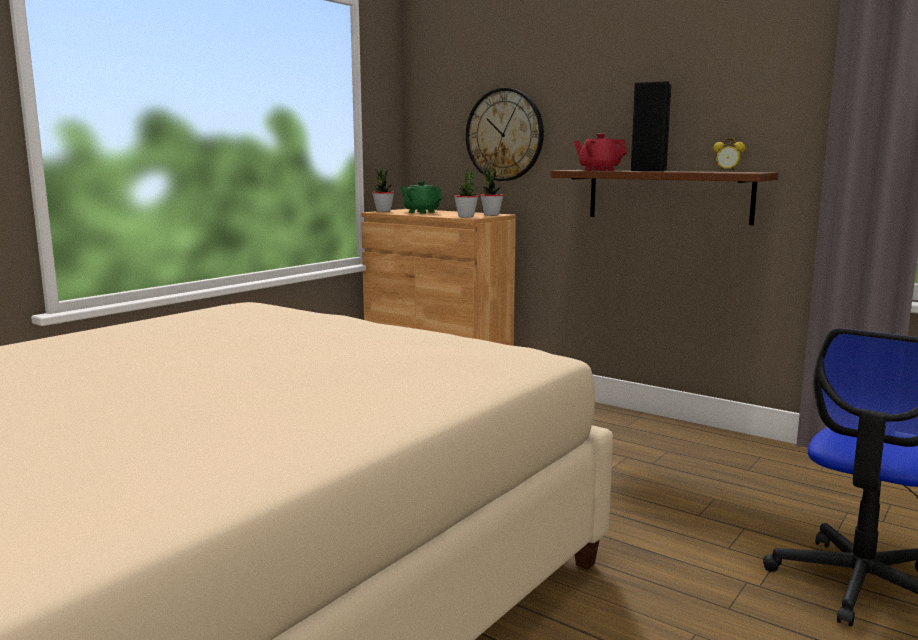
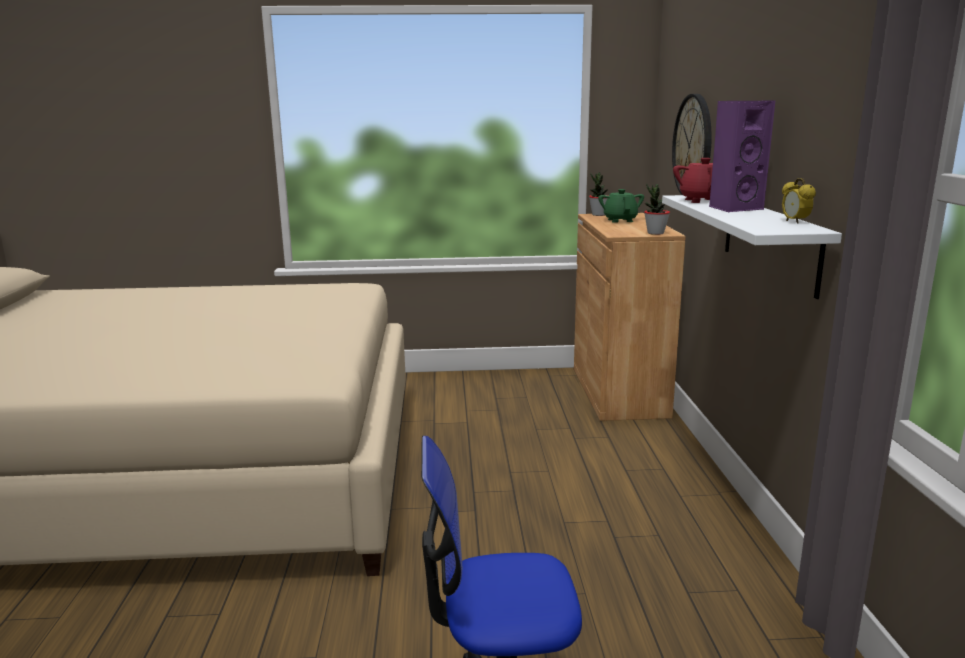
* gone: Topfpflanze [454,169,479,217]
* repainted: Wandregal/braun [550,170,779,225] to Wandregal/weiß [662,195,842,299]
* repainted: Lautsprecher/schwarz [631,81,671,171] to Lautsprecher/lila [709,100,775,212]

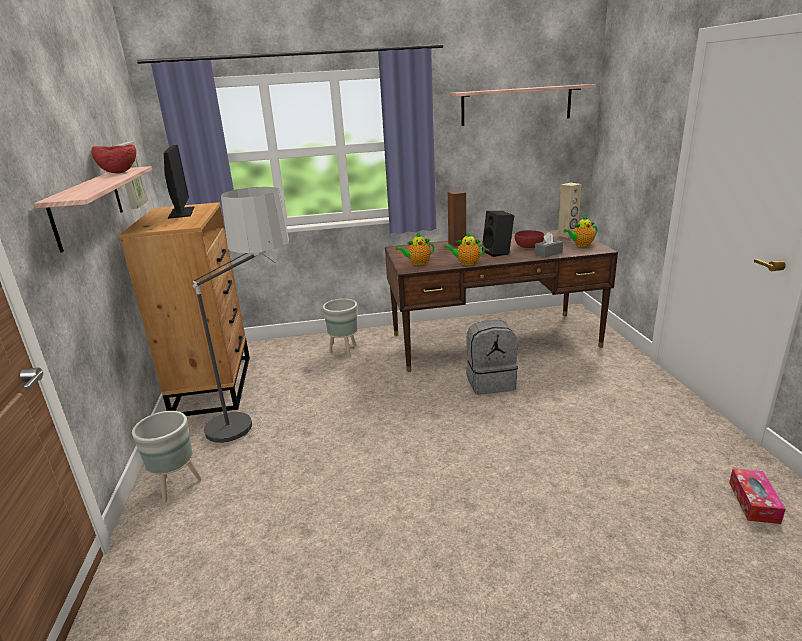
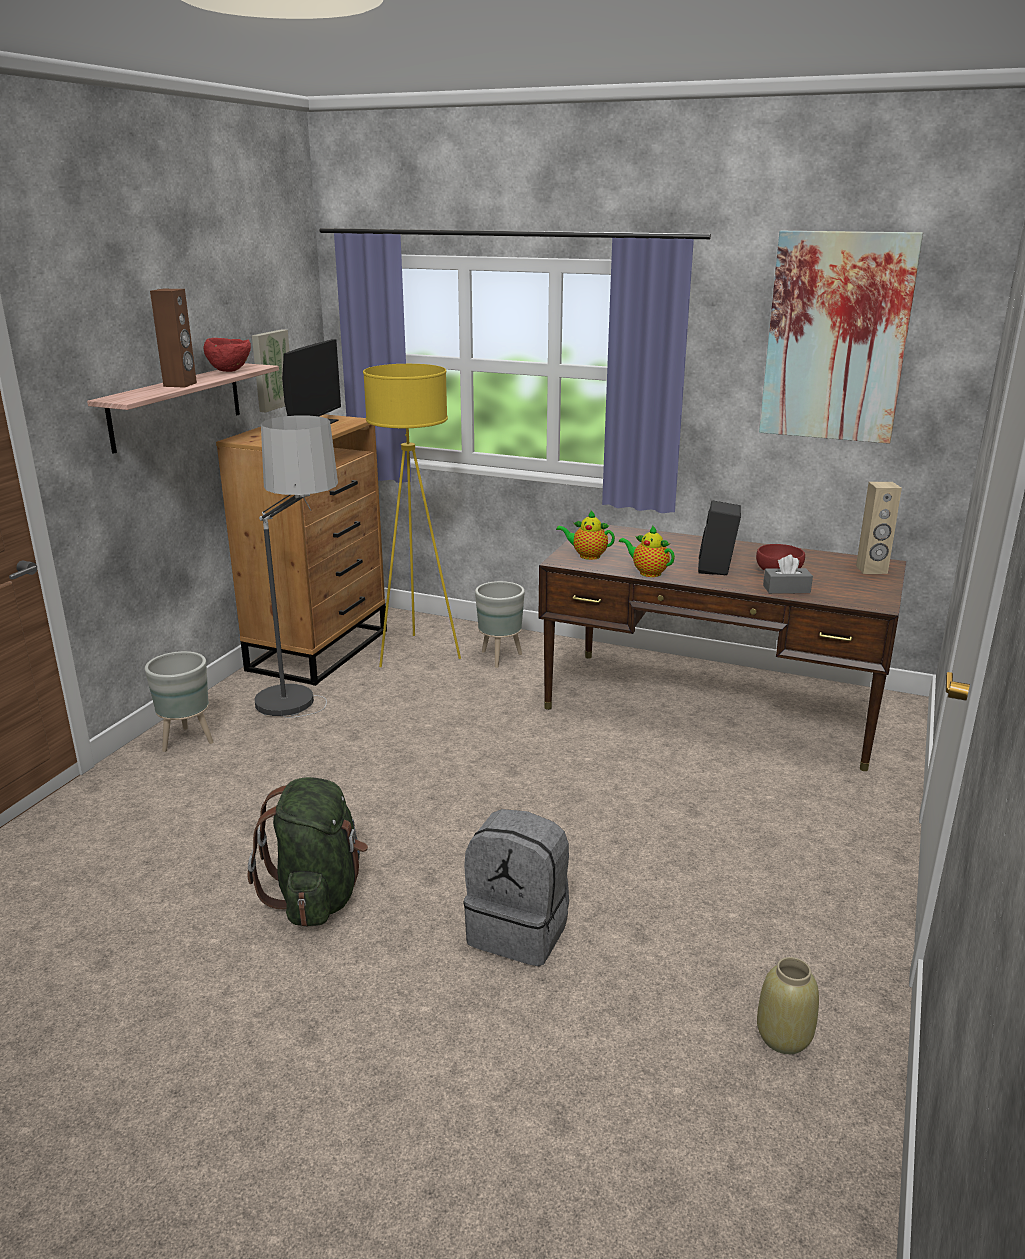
* shifted: Lautsprecher/braun [448,190,466,247] to [150,289,197,388]
* swapped: Wandregal [450,84,595,126] to Bild [759,231,923,444]
* shifted: Rucksack/grau [466,320,518,395] to [463,809,569,966]
* gone: Teekanne [564,215,598,247]
* swapped: Taschentuchbox [729,469,786,524] to Vase/beige [757,957,819,1054]
* new: Rucksack/grün [248,777,368,927]
* new: Stehlampe/gelb [363,364,461,667]

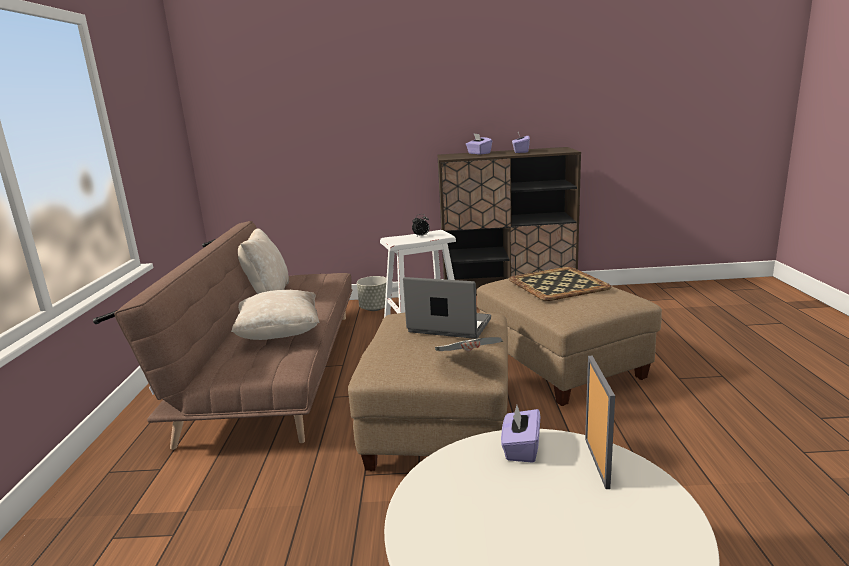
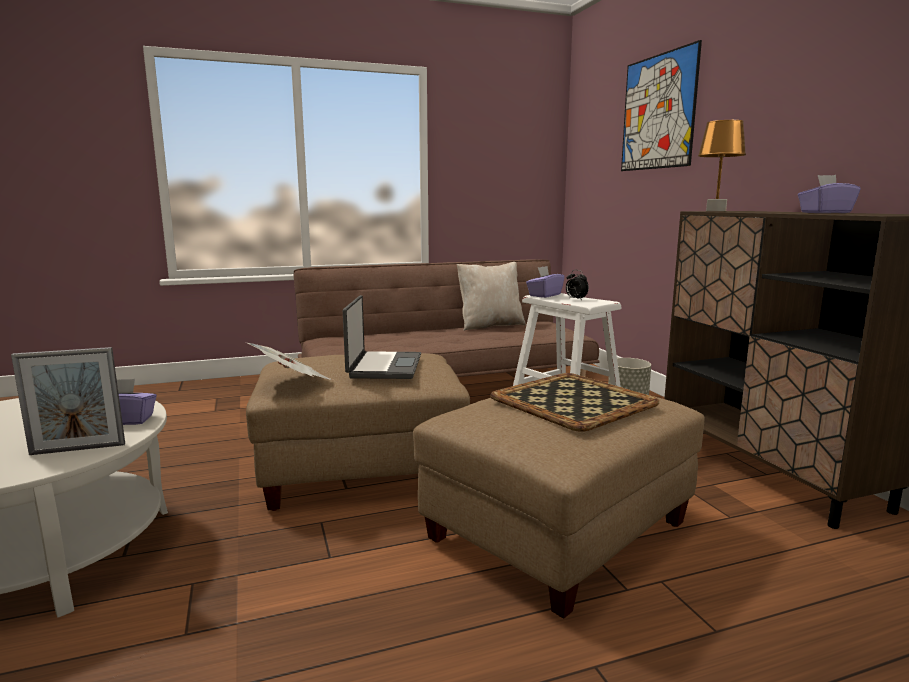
* gone: Kissen/beige [231,290,319,340]
* shifted: Taschentuchbox/lila [466,133,492,155] to [526,266,564,298]
* new: Bild [621,40,702,171]
* new: Tischlampe/braun [698,120,746,211]

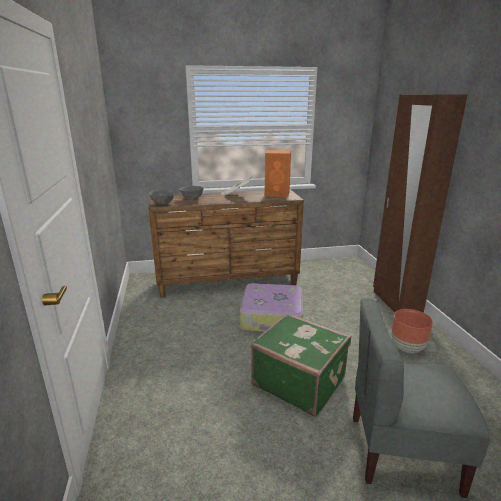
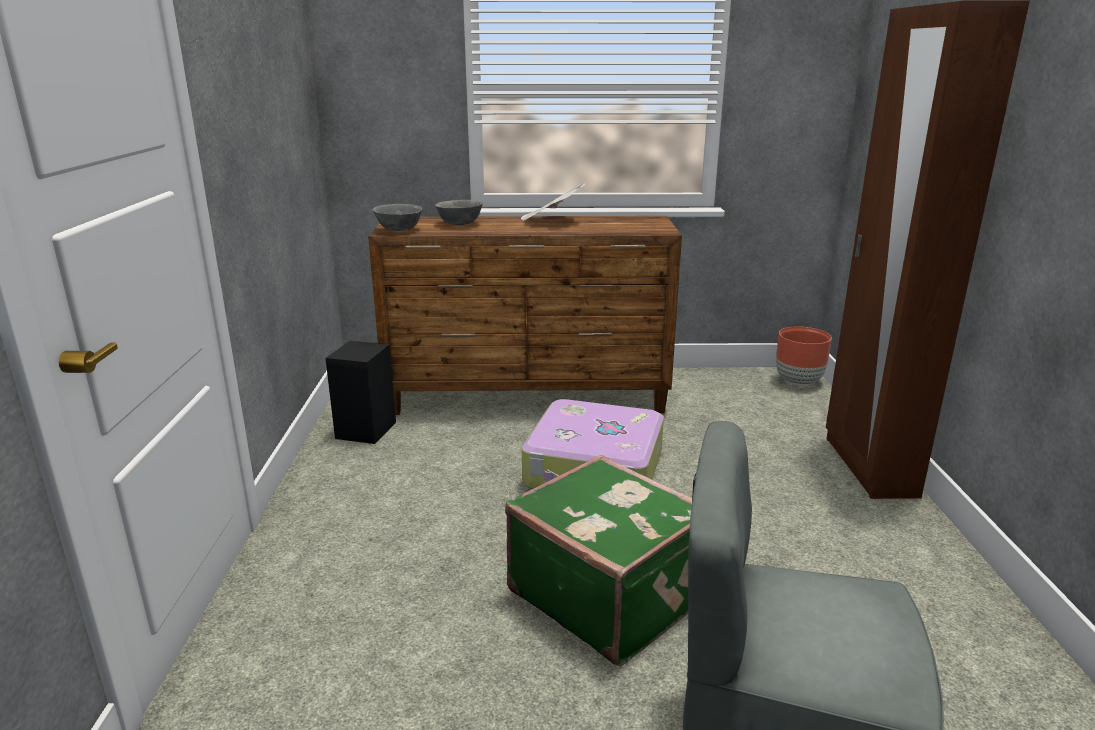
* gone: Lautsprecher/orange [265,150,291,197]
* shifted: Pflanzkübel/braun [391,309,433,353] to [776,327,832,385]
* new: Lautsprecher/schwarz [325,341,396,444]

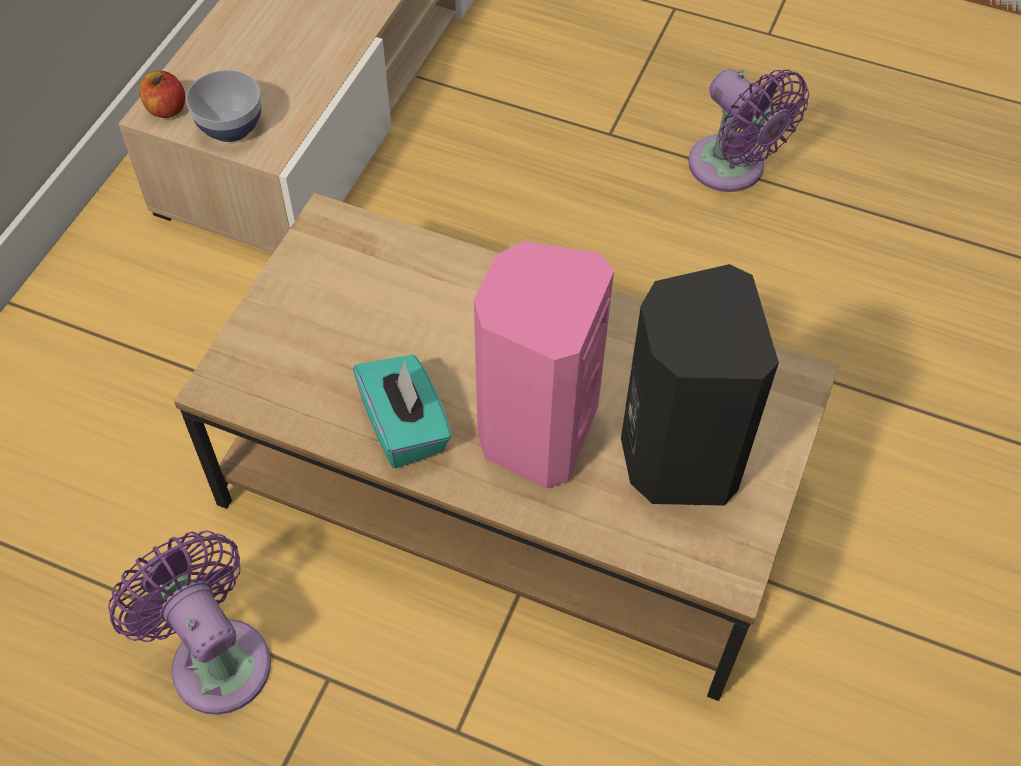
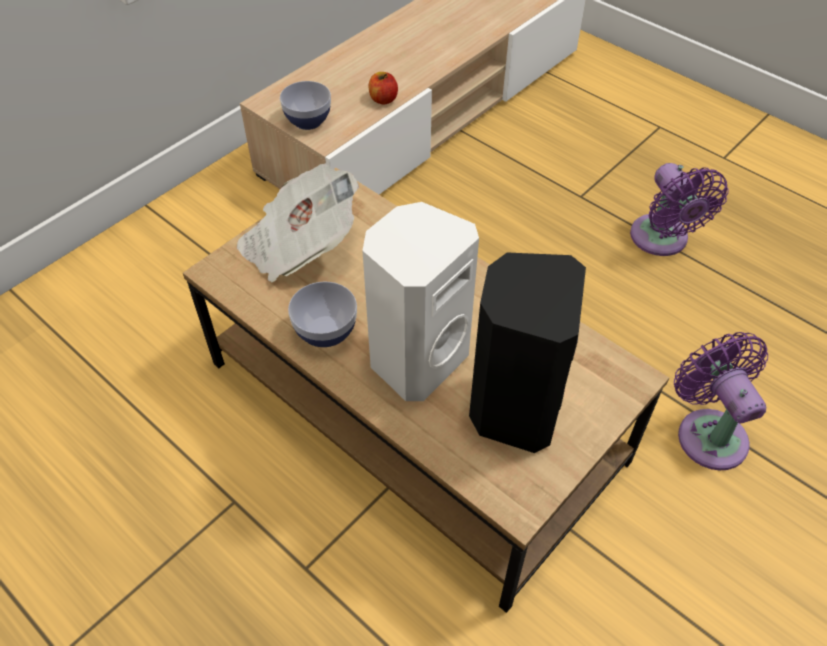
* shifted: Ventilator/lila [108,530,271,715] to [674,332,768,471]
* shifted: Apfel [139,71,185,118] to [369,72,398,104]
* swapped: Taschentuchbox/türkis [353,355,452,468] to Schüssel [288,282,357,347]
* repainted: Lautsprecher/rosa [474,241,614,488] to Lautsprecher/weiß [362,202,479,401]
* new: Zeitung [237,164,359,282]

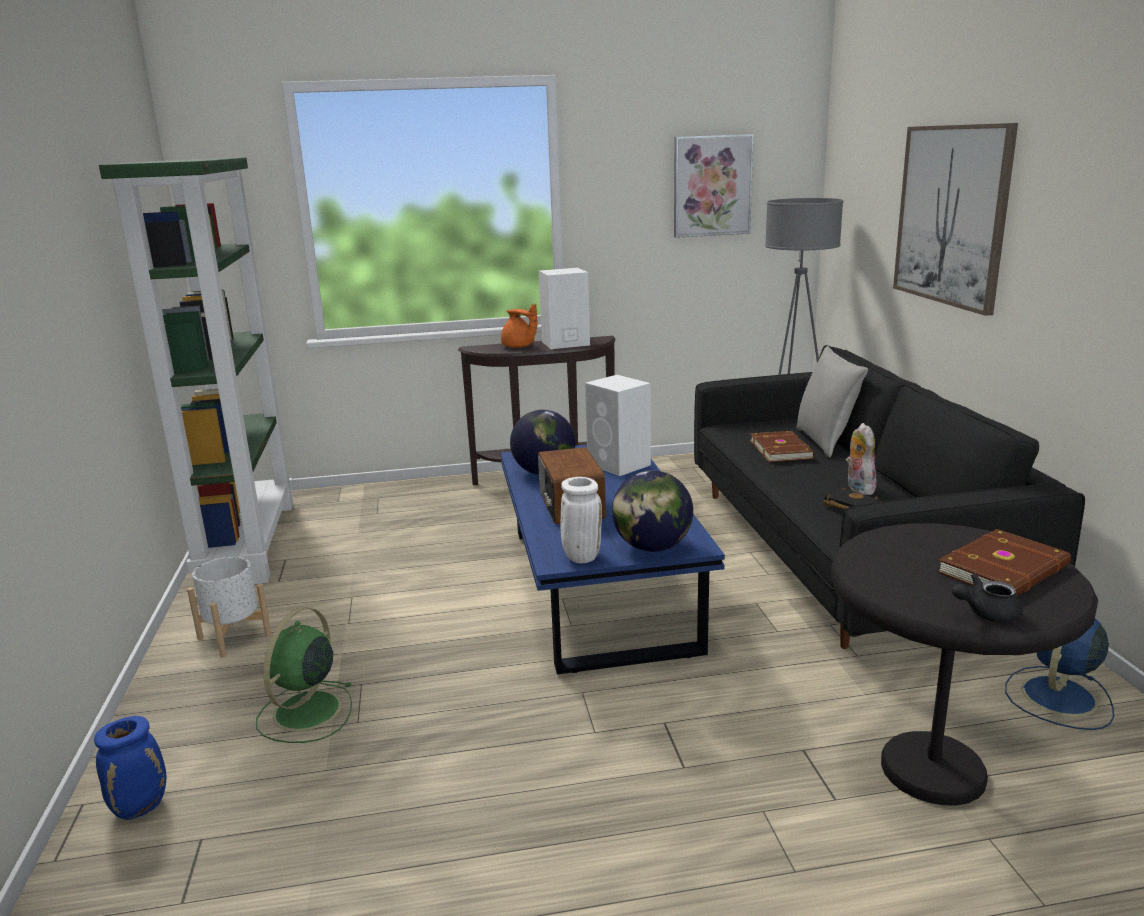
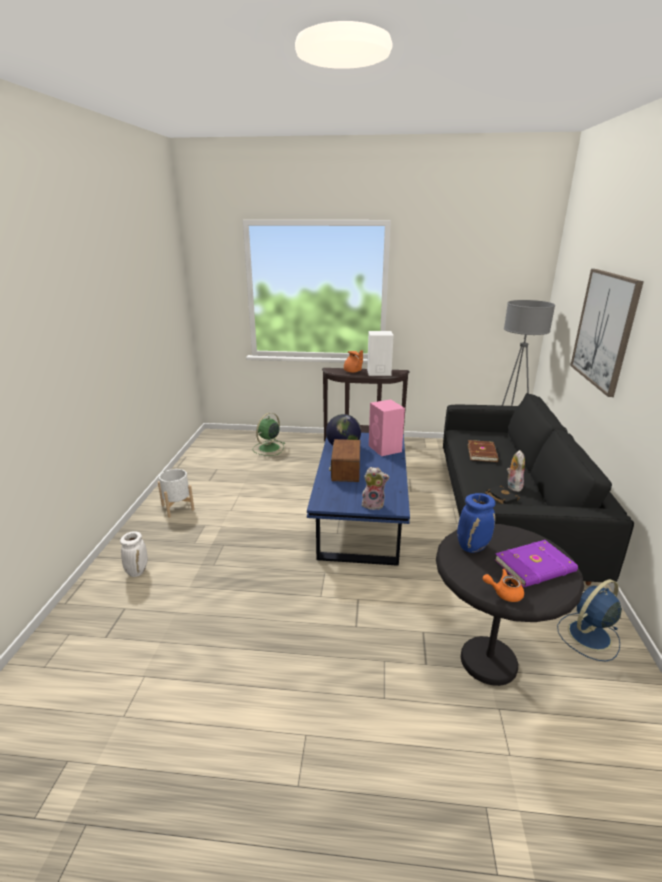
* shifted: Vase/blau [94,716,166,820] to [457,493,495,553]
* gone: Bücherregal/grün [99,157,294,584]
* shifted: Ventilator/grün [256,607,352,743] to [253,413,285,456]
* shifted: Vase/weiß [561,477,602,564] to [120,531,148,577]
* repainted: Lautsprecher/weiß [585,375,651,476] to Lautsprecher/rosa [369,399,405,456]
* swapped: Globus [612,470,693,552] to Plüschtier [362,467,390,510]
* gone: Bild [674,134,754,238]
* gone: Kissen/grau [797,346,868,458]
* repainted: Buch/braun [937,529,1071,596] to Buch/lila [495,540,578,587]
* repainted: Teekanne/schwarz [952,574,1023,623] to Teekanne/orange [483,569,524,602]

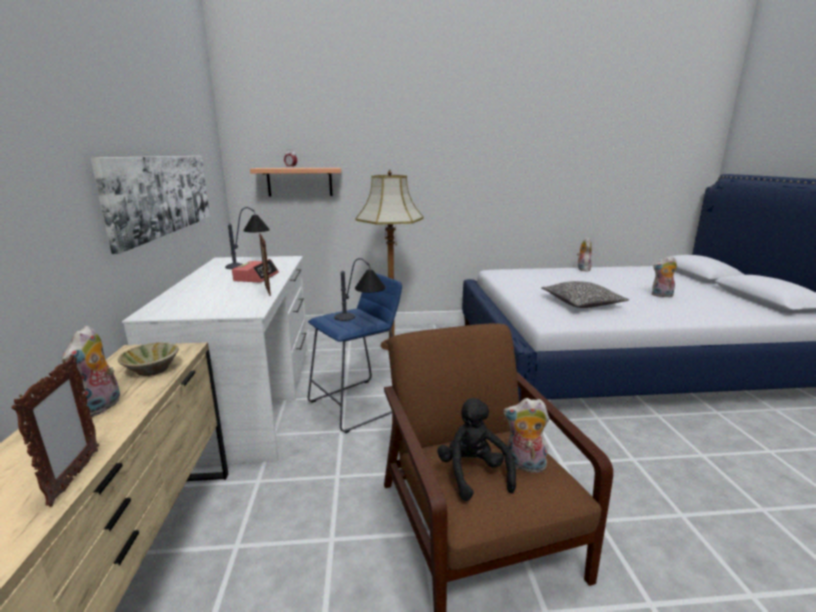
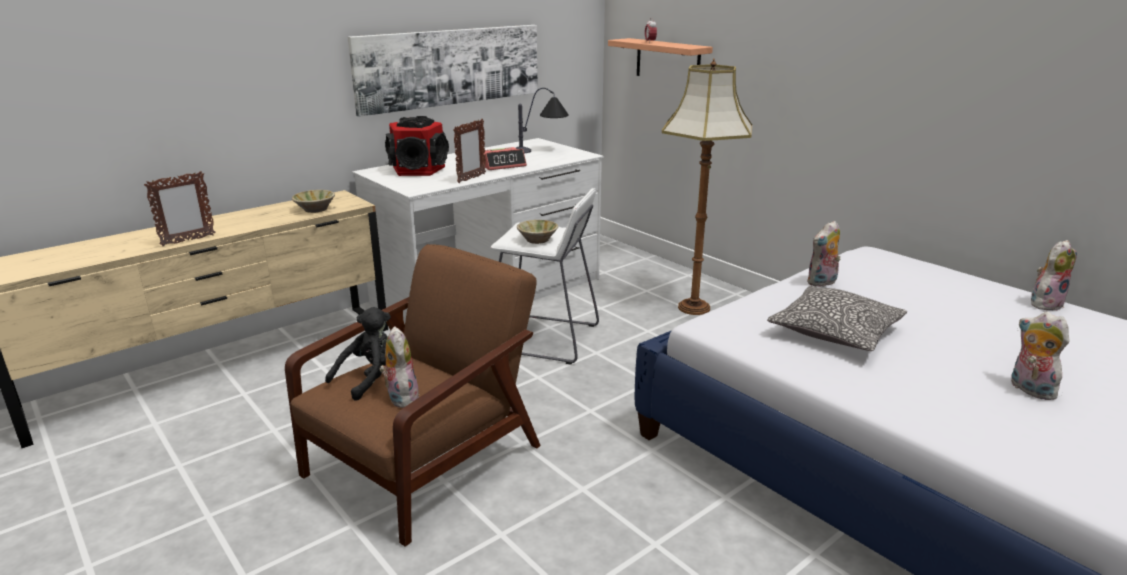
* shifted: Plüschtier [62,326,120,417] to [807,221,841,287]
* repainted: Hocker/blau [308,273,402,433] to Hocker/weiß [491,188,599,365]
* swapped: Tischlampe [334,258,386,321] to Schüssel/beige [517,220,558,244]
* new: Lautsprecher [385,116,449,176]

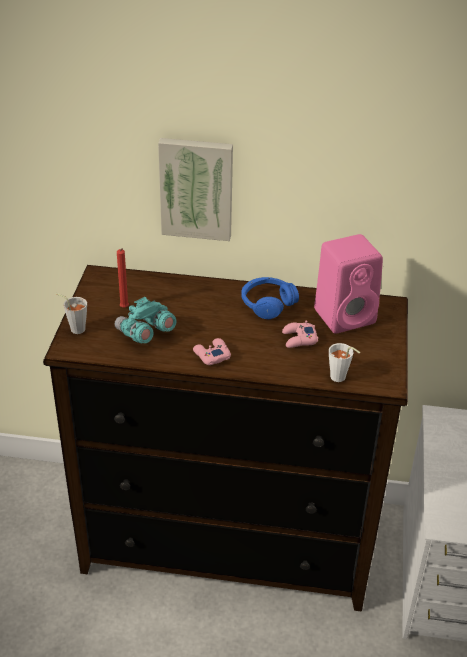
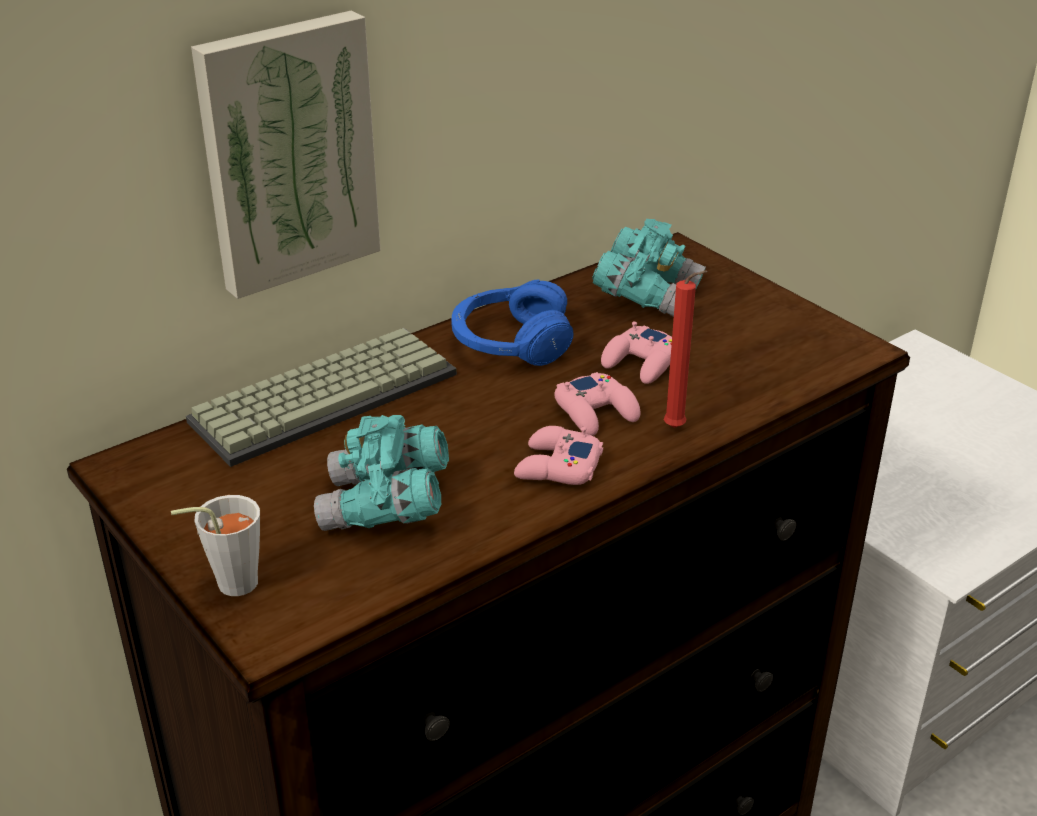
* shifted: Kerze/rot [117,248,129,308] to [664,270,708,428]
* swapped: Lautsprecher/rosa [314,234,383,334] to Fernglas/türkis [592,219,706,317]
* gone: Tasse/weiß [329,343,360,382]
* new: Tastatur [186,328,457,467]
* new: Gamepad/rosa [554,372,640,436]

